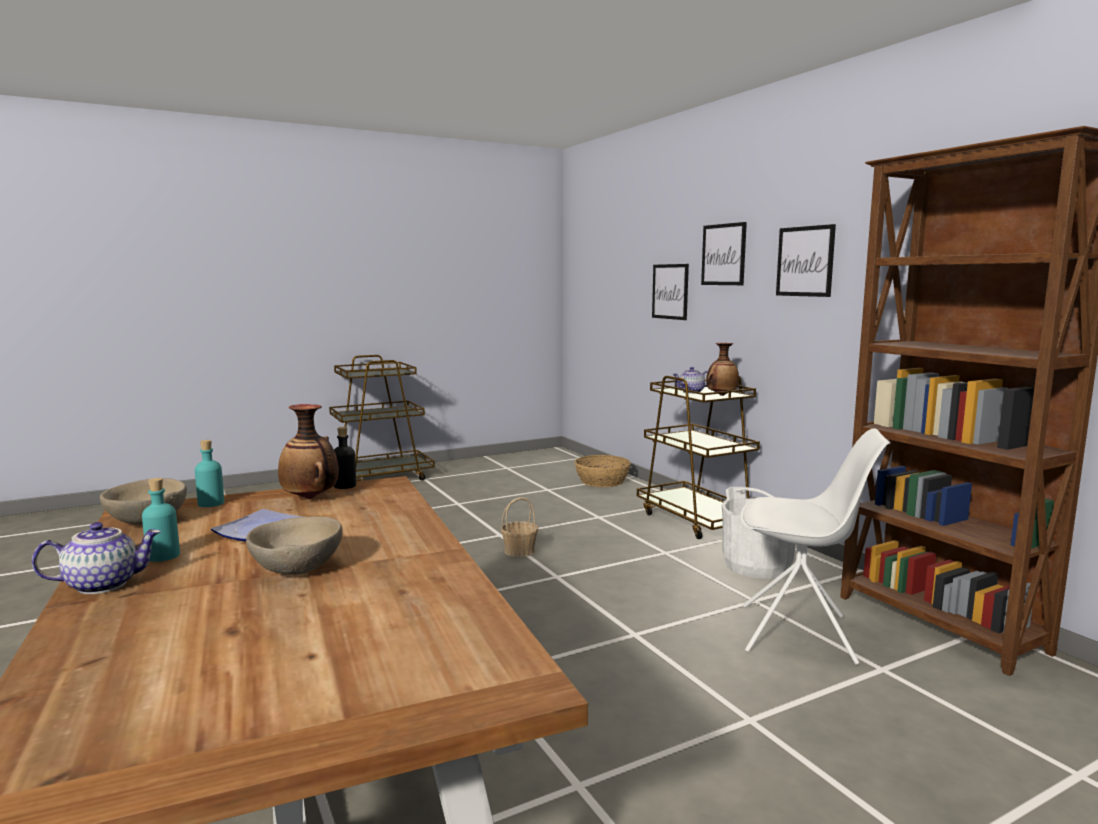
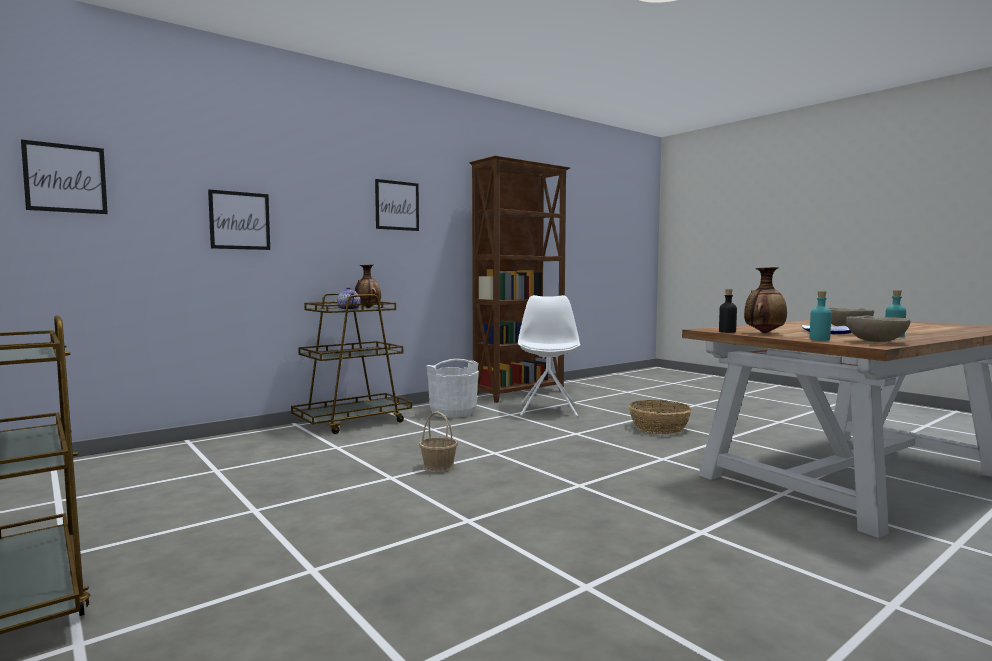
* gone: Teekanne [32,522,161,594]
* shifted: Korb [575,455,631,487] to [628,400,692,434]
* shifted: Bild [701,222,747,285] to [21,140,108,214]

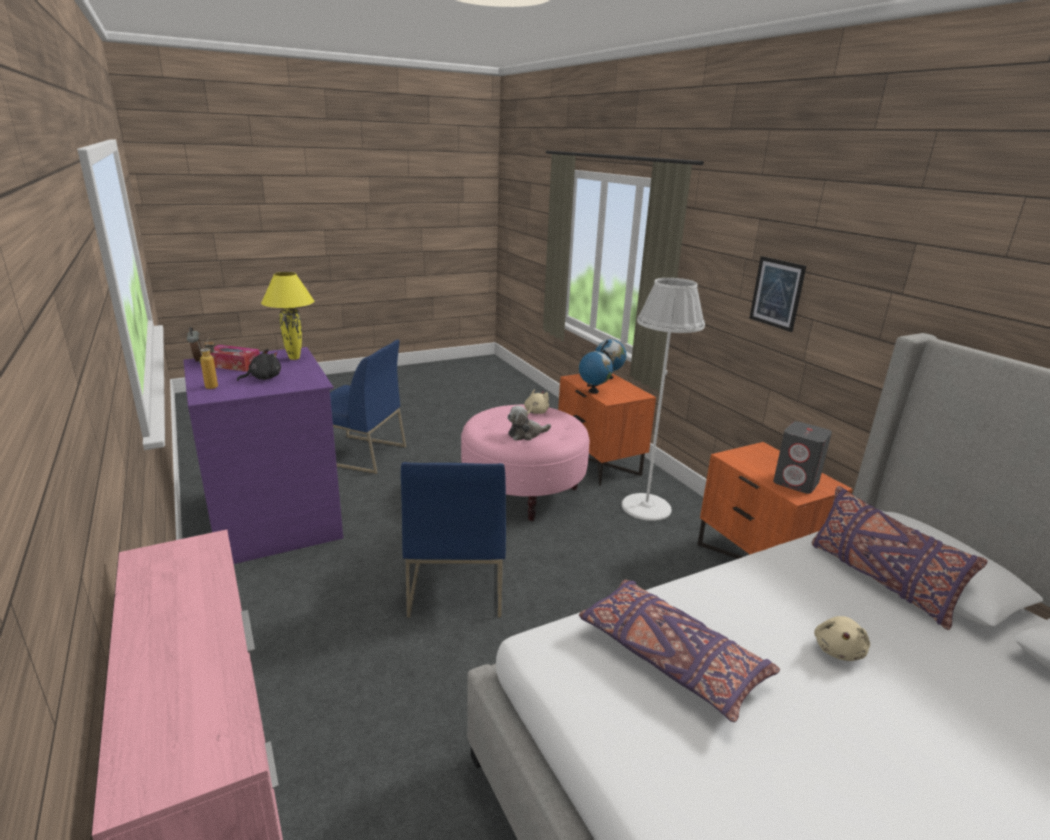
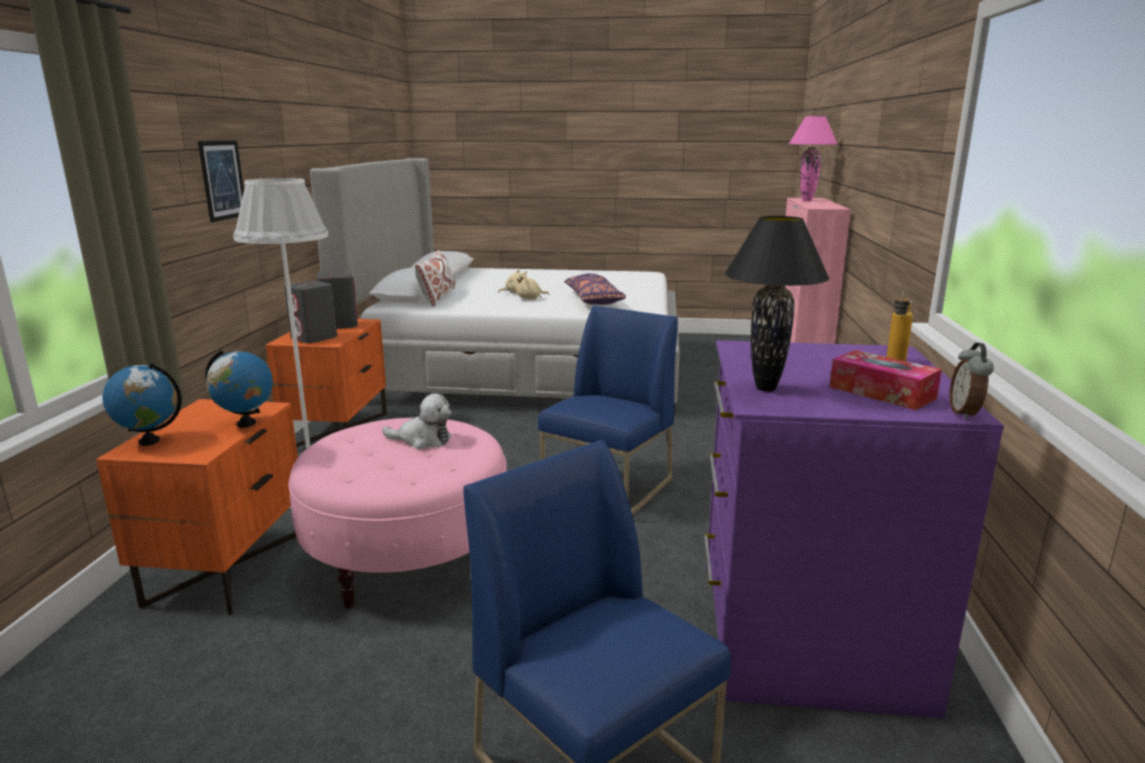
* gone: Plüschtier/schwarz [237,349,281,381]
* repainted: Tischlampe/gelb [261,272,314,360] to Tischlampe/schwarz [724,216,830,392]
* shifted: Plüschtier/beige [524,389,549,414] to [516,276,549,299]
* repainted: Kissen/lila [812,486,988,630] to Kissen/weiß [414,250,456,306]
* new: Lautsprecher/grau [284,280,337,343]
* new: Tischlampe/rosa [789,116,837,201]

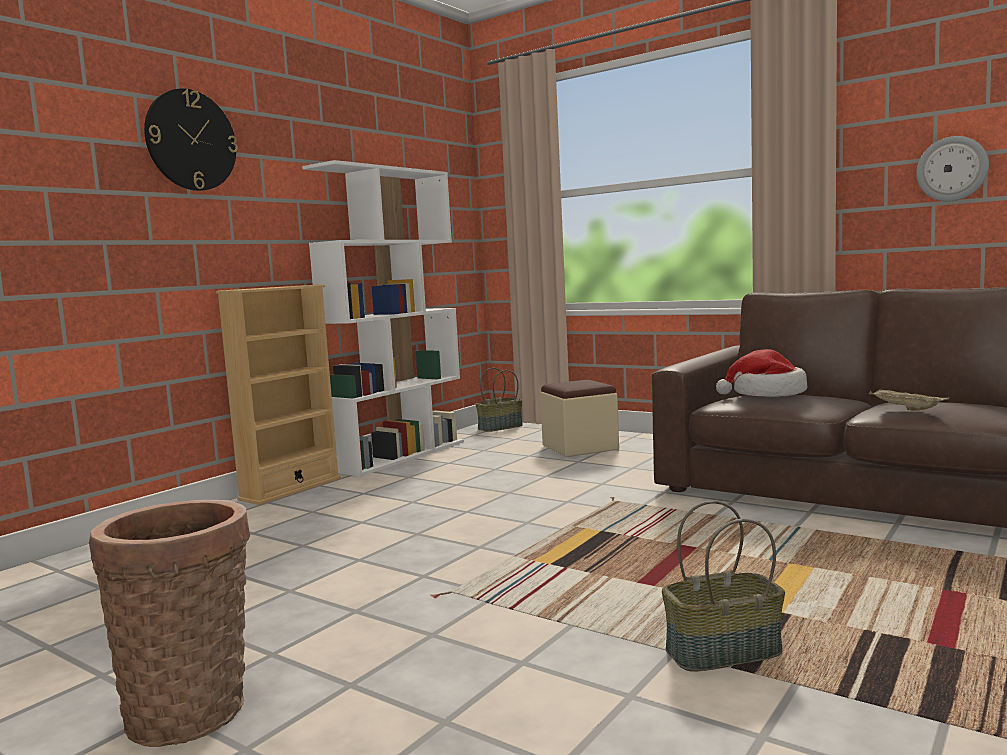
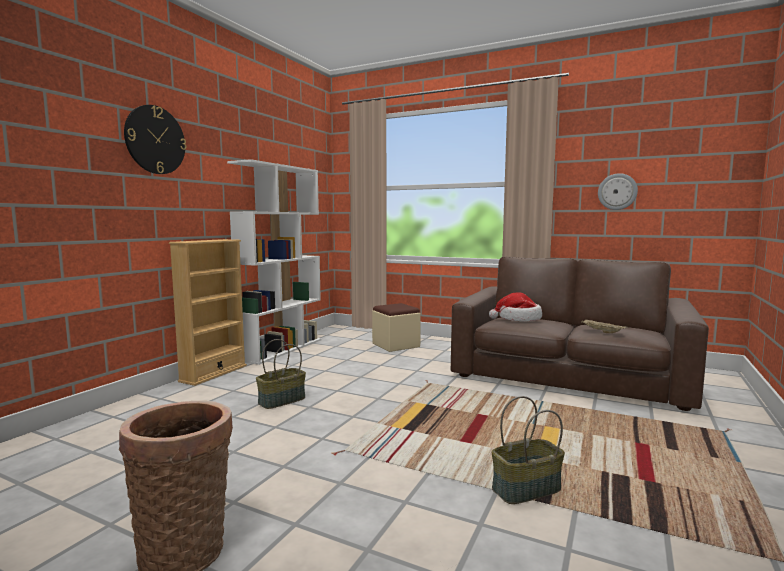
* shifted: Korb [476,368,523,432] to [256,339,306,409]

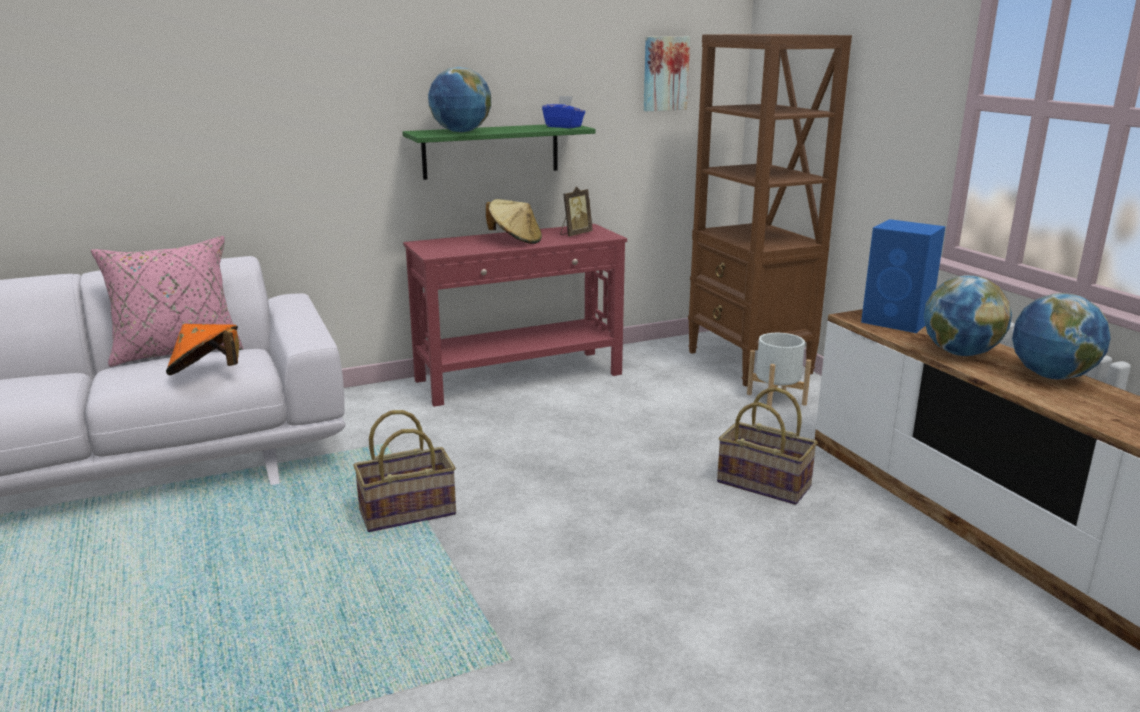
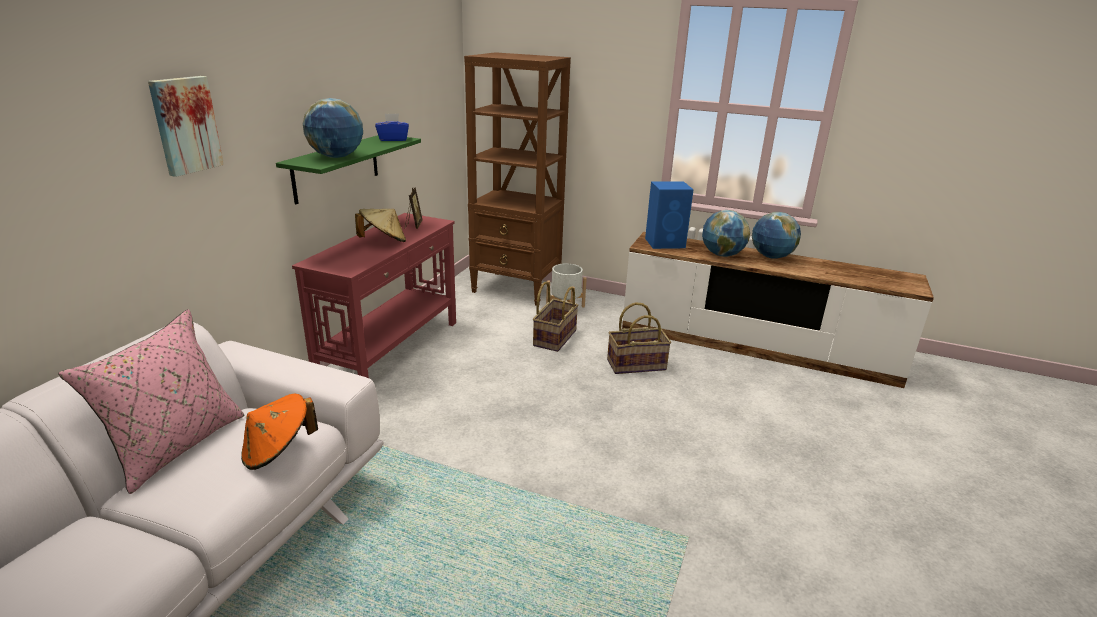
* shifted: Korb [353,410,456,532] to [533,282,579,352]
* shifted: Bild [644,36,690,111] to [148,76,224,177]

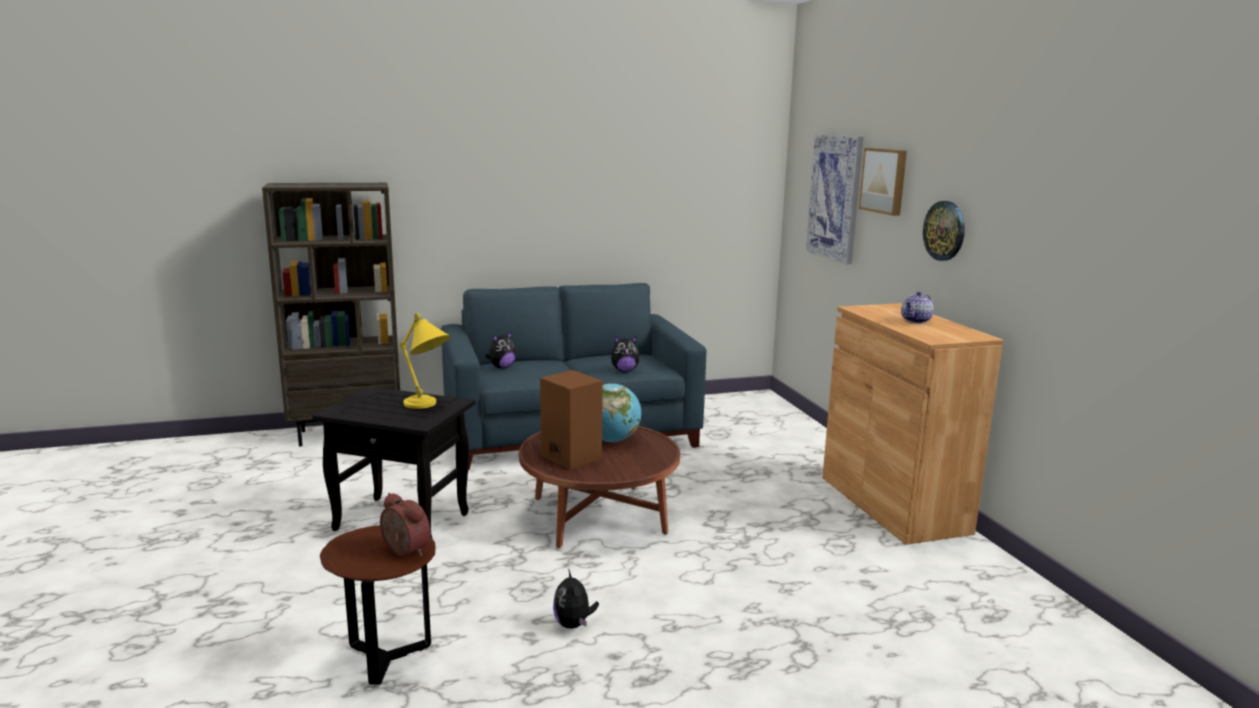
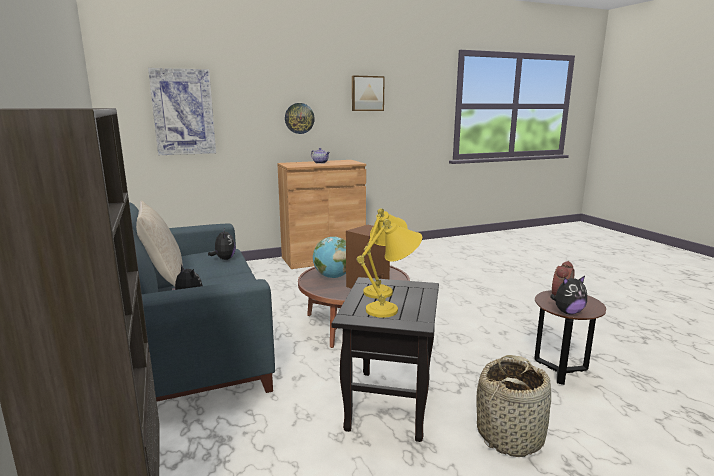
* shifted: Plüschtier [553,568,599,628] to [550,276,587,315]
* shifted: Bild [859,148,907,216] to [352,75,385,111]
* new: Kissen/beige [136,201,183,286]
* new: Tischlampe/gelb [357,219,422,318]
* new: Korb [476,355,551,457]

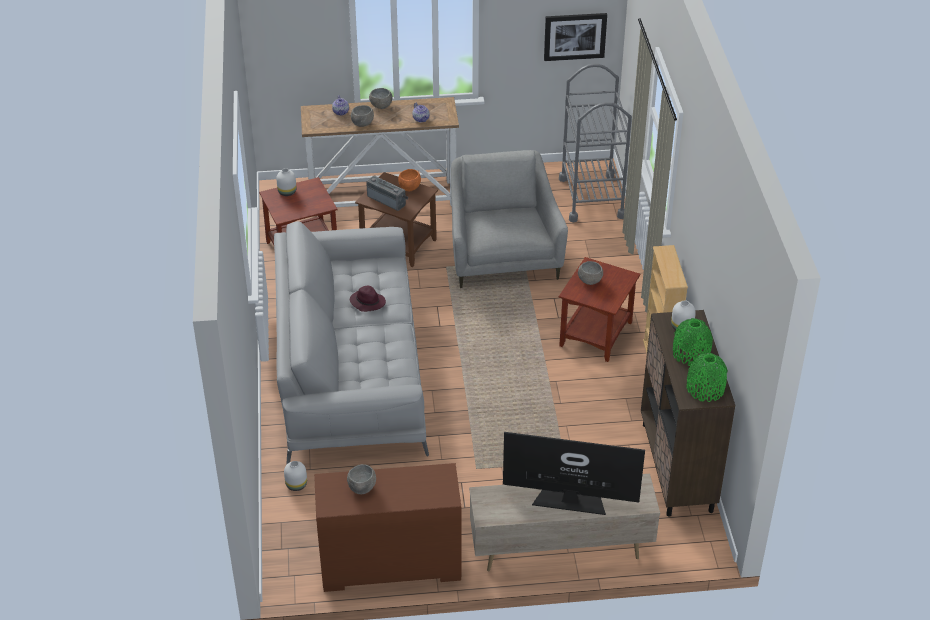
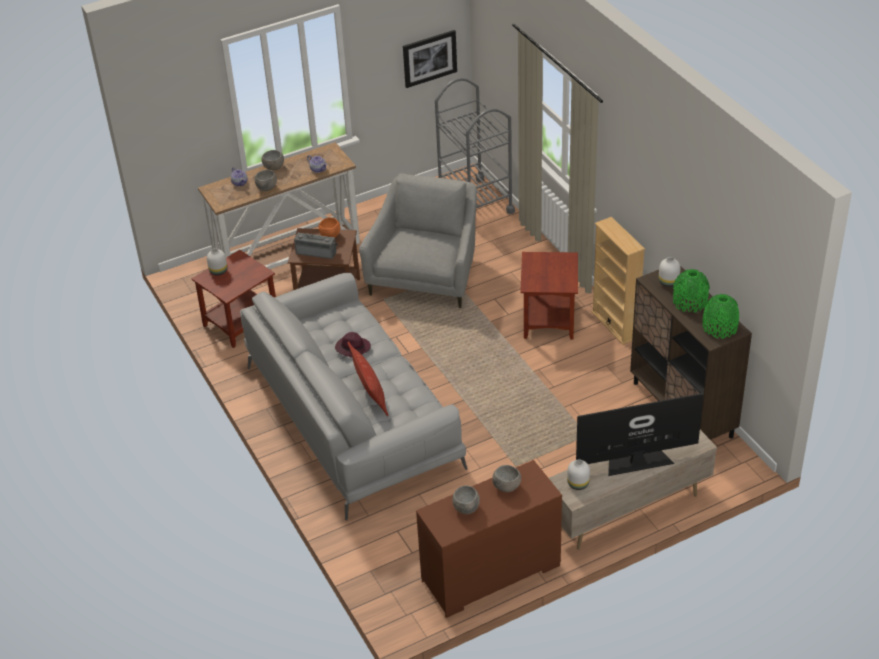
* shifted: Vase/weiß [284,461,307,491] to [567,459,590,490]
* rotated: Sessel/grau [451,150,568,288] = [359,173,477,308] 45 degrees clockwise
* shifted: Schüssel/grau [578,261,603,285] to [492,465,521,492]
* new: Kissen [348,341,389,416]

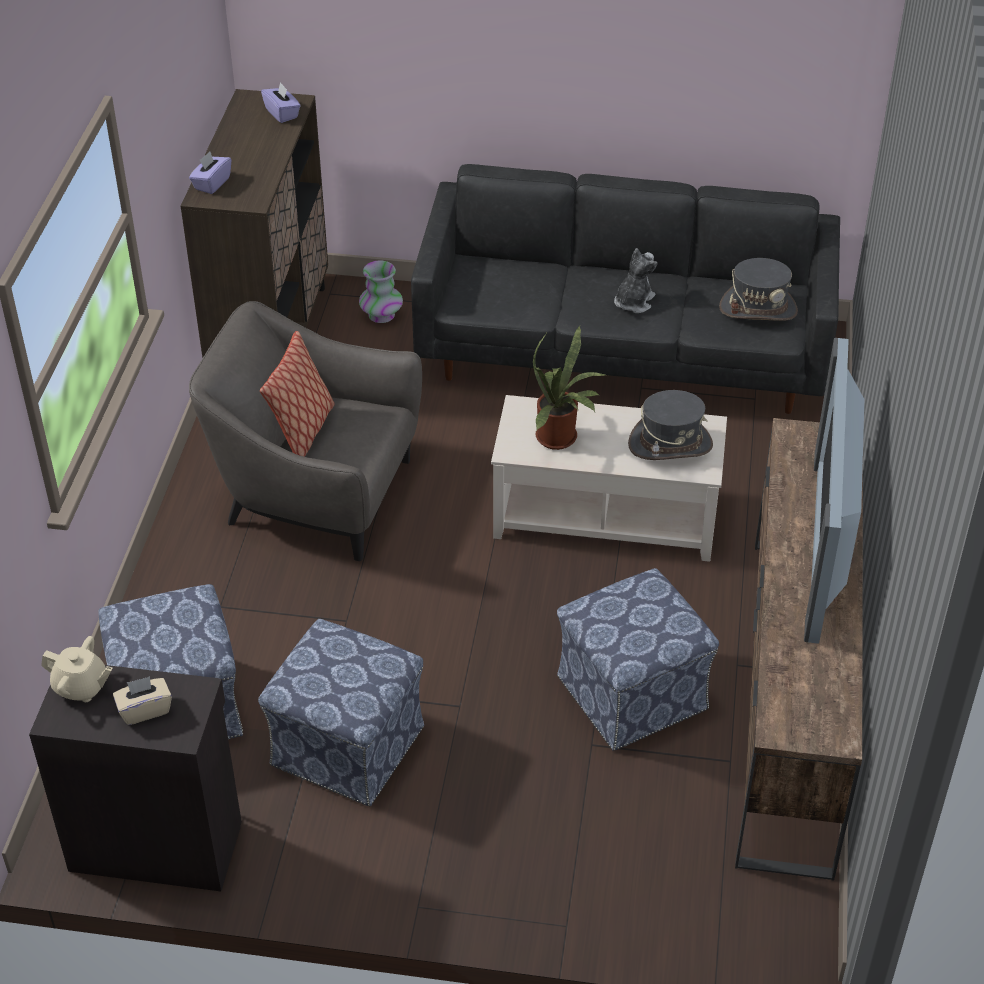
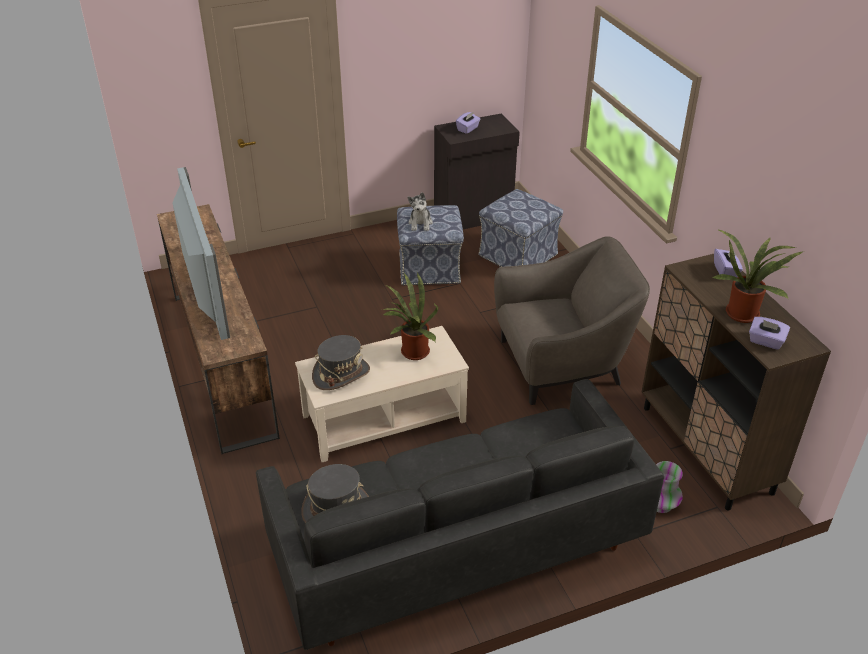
* gone: Teekanne/beige [41,636,113,702]
* repainted: Taschentuchbox/beige [113,676,172,725] to Taschentuchbox/lila [456,112,480,134]
* gone: Kissen [260,331,335,457]
* gone: Polsterhocker [557,568,719,751]
* shifted: Plüschtier [614,248,658,313] to [408,192,433,231]
* new: Topfpflanze [712,229,803,323]

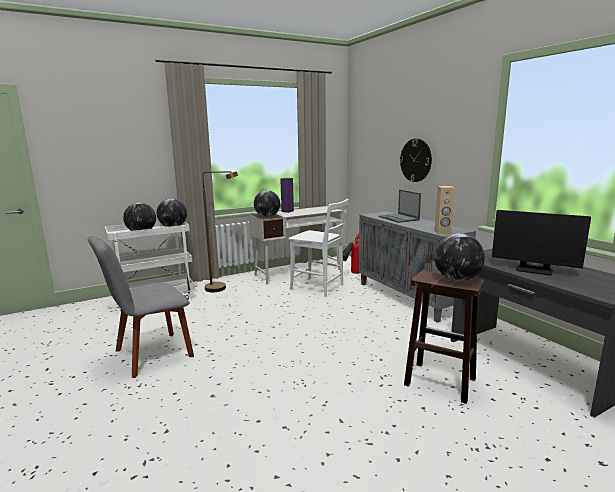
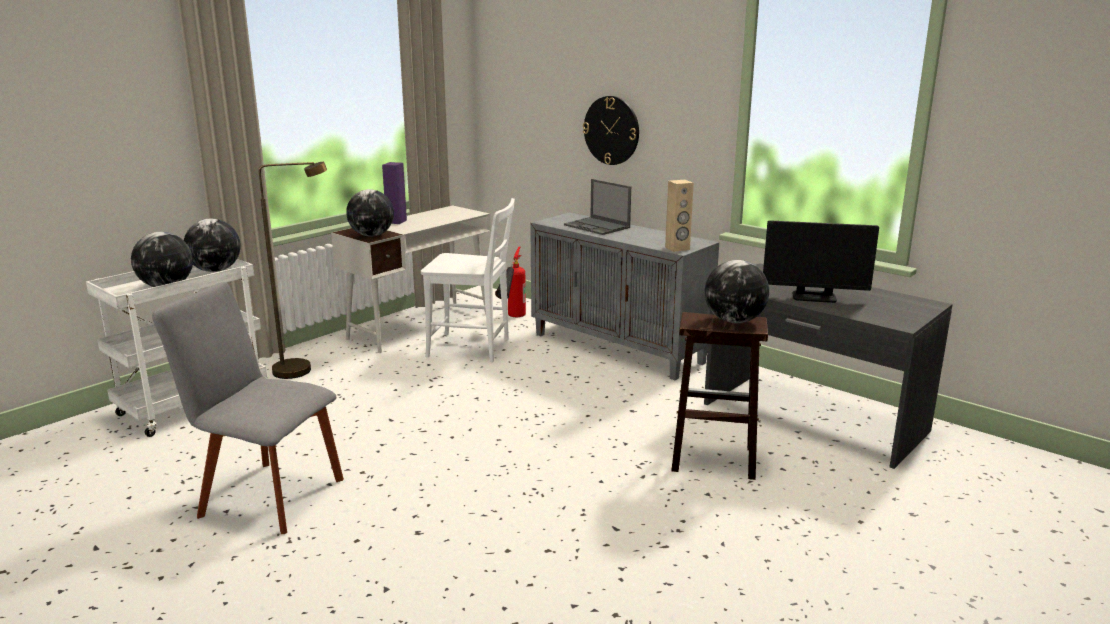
* rotated: Stuhl/grau [88,236,194,378] = [152,282,344,534] 75 degrees clockwise

